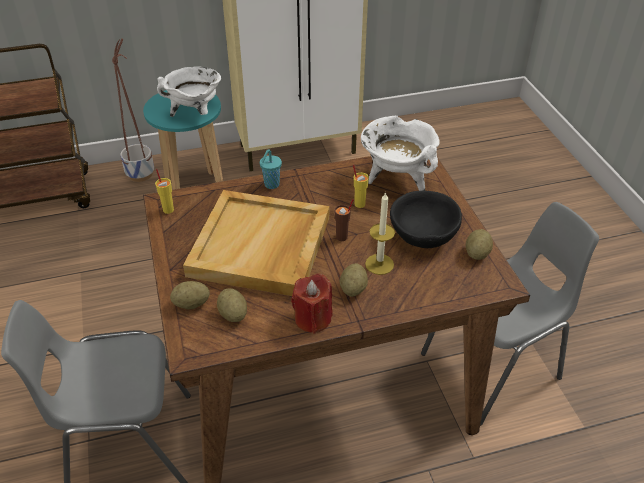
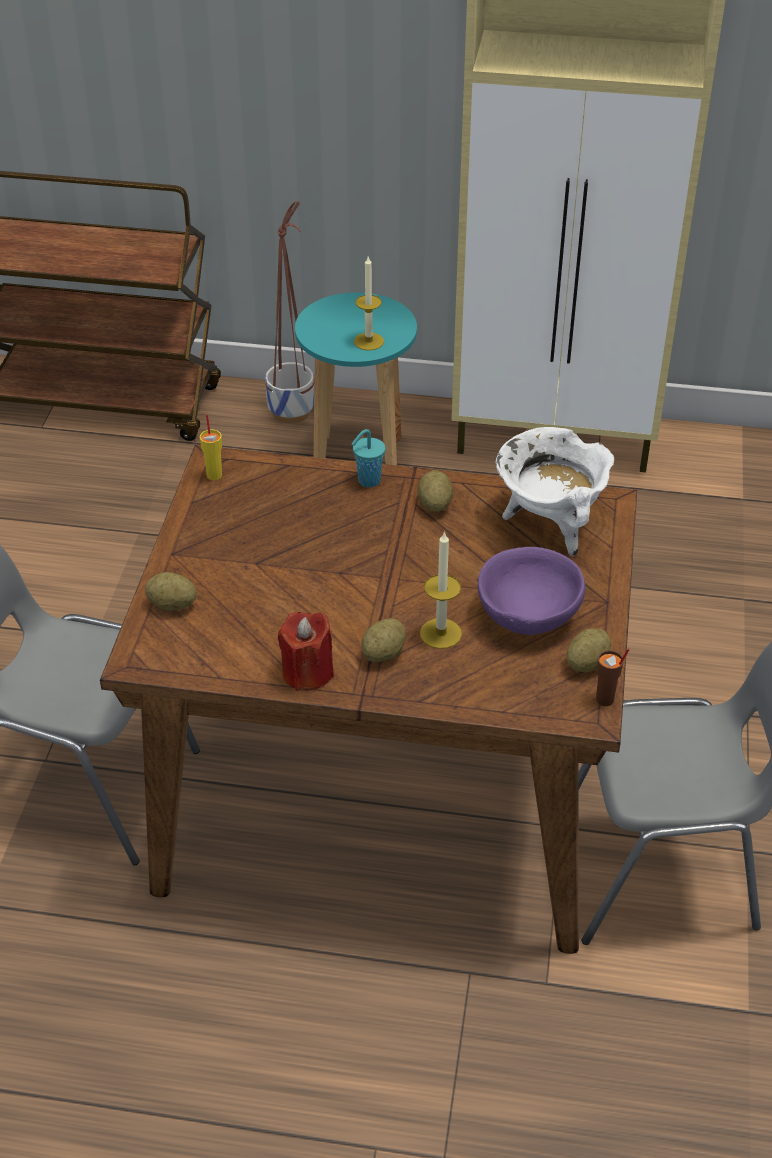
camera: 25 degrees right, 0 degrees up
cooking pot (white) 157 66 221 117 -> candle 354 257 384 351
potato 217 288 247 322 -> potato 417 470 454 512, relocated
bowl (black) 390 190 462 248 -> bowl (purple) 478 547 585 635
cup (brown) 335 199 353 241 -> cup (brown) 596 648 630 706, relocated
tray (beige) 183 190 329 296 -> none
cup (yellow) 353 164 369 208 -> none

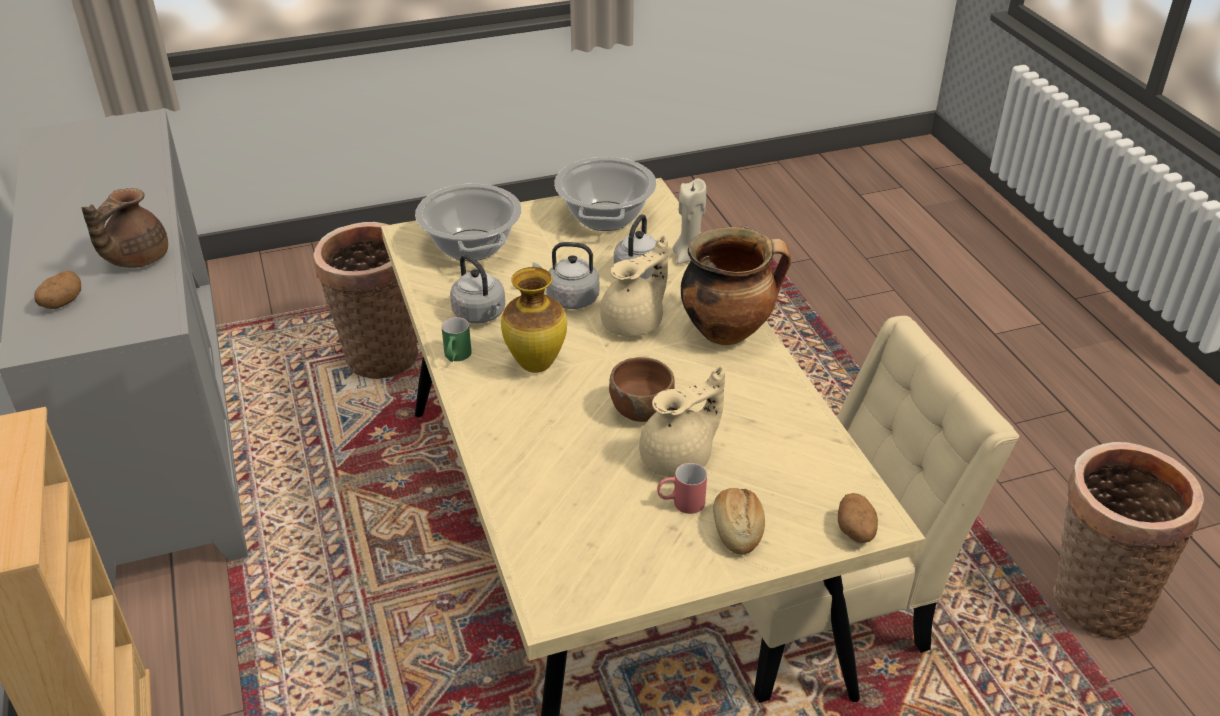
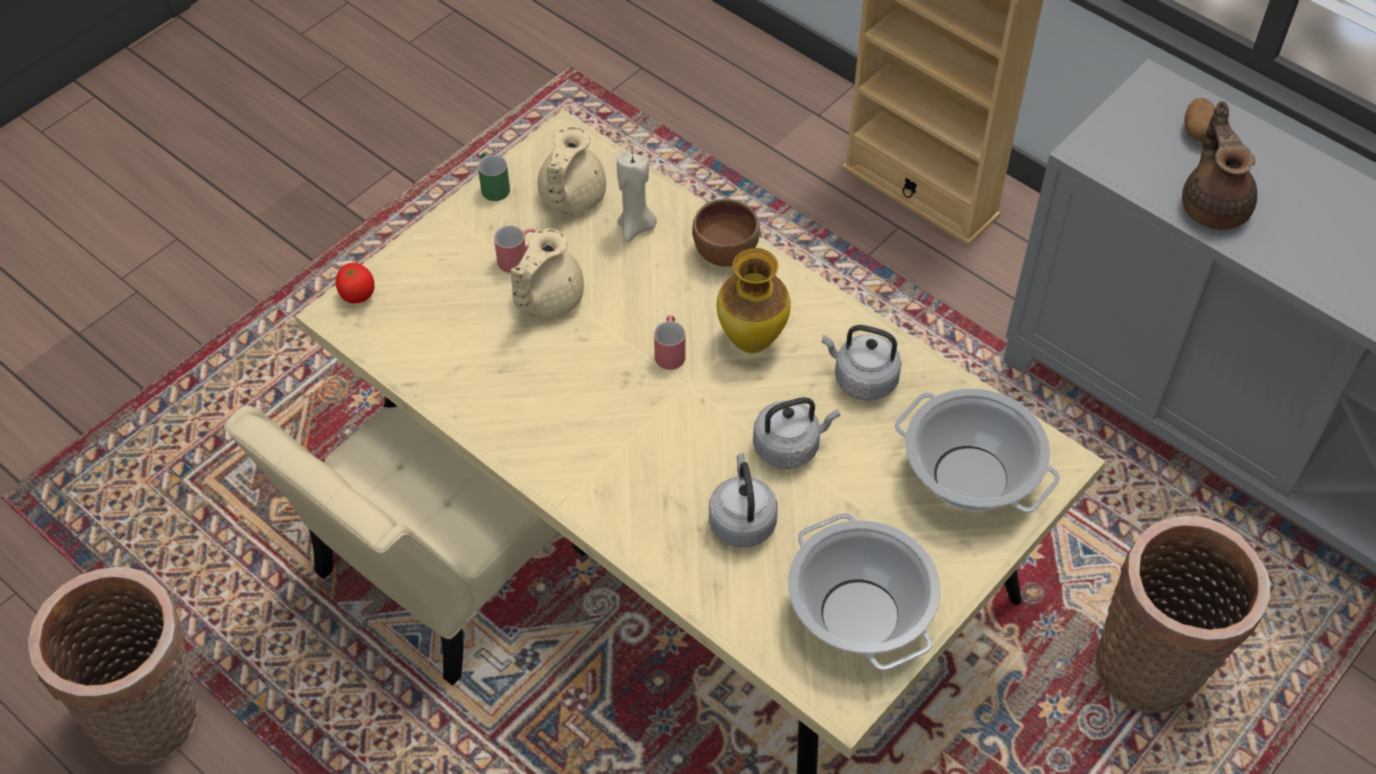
camera: 150 degrees right, 15 degrees up
potato 838 493 878 543 -> tomato 336 263 375 303
mug (green) 441 317 472 362 -> mug (green) 478 152 510 201, relocated
teapot (beige) 600 235 668 337 -> teapot (beige) 538 127 606 214, relocated
candle (beige) 673 178 706 264 -> candle (beige) 617 151 657 242, relocated
none -> mug (red) 654 315 686 370
bowl (brown) 609 357 675 422 -> bowl (brown) 692 198 760 266, relocated
cooking pot 681 227 791 345 -> none
bread 713 488 765 555 -> none

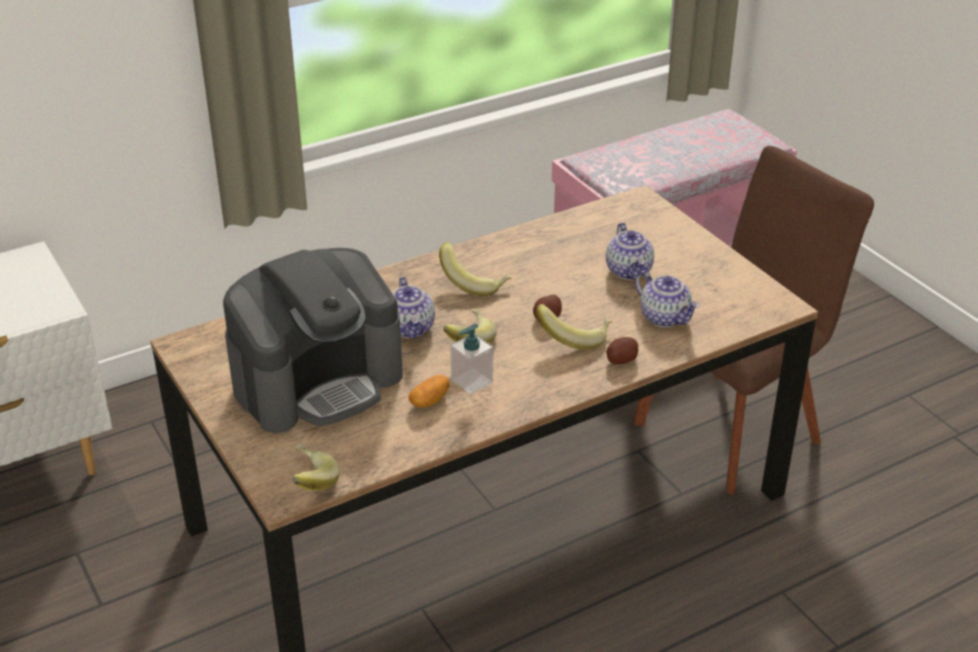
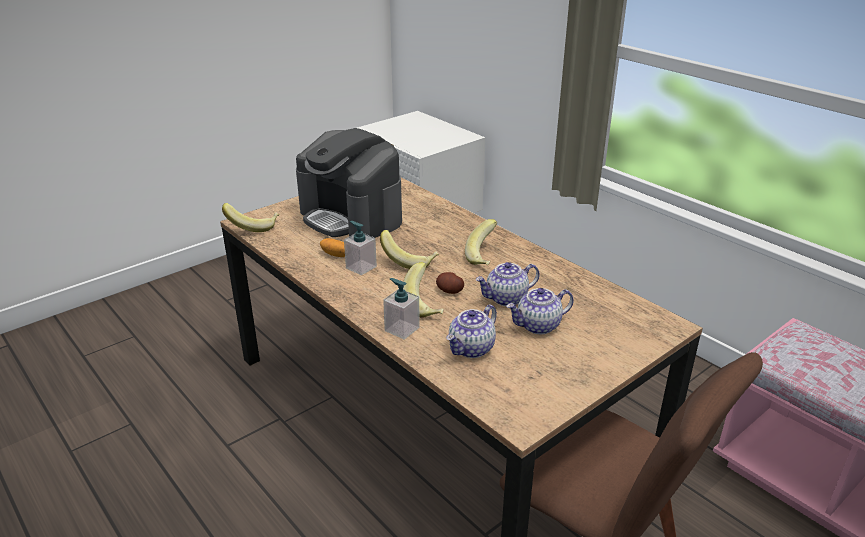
camera: 80 degrees right, 5 degrees down
potato 606 337 638 364 -> soap dispenser 383 278 420 340
teapot 392 277 435 339 -> teapot 475 262 540 306, relocated

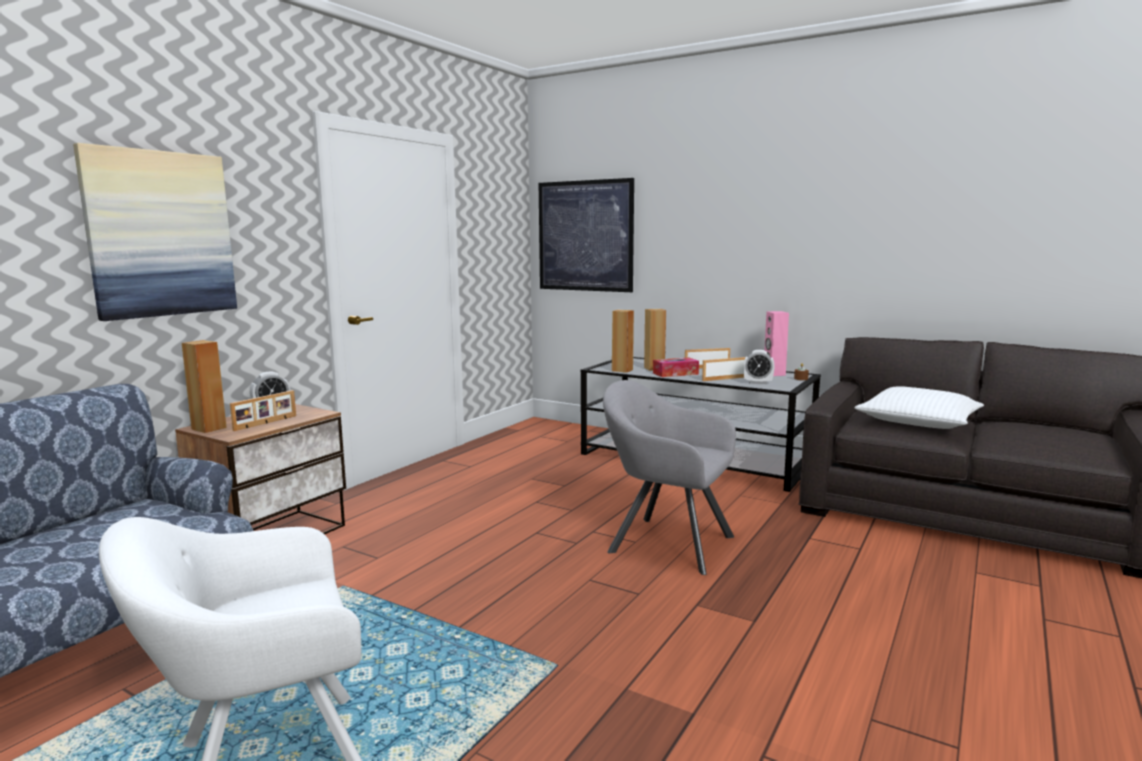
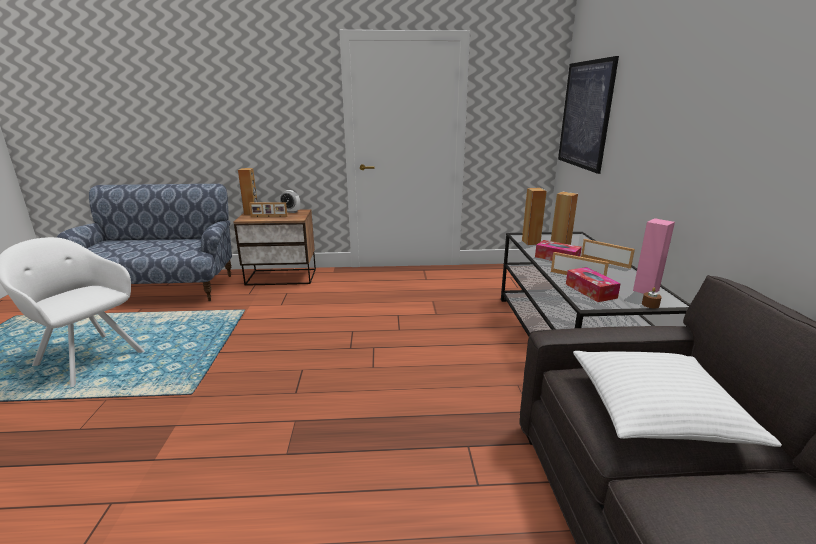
camera: 55 degrees right, 10 degrees up
alarm clock 743 350 775 384 -> tissue box 566 267 621 302
picture 73 143 237 321 -> none
armchair (grey) 603 380 736 575 -> none

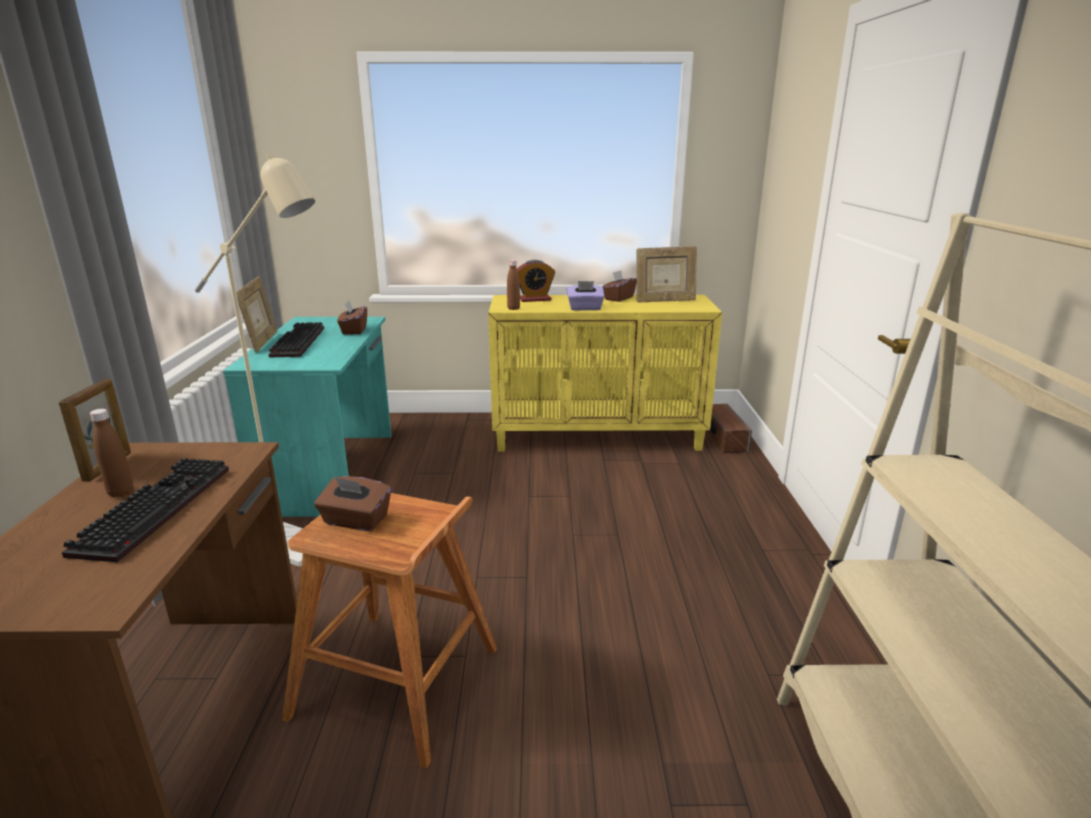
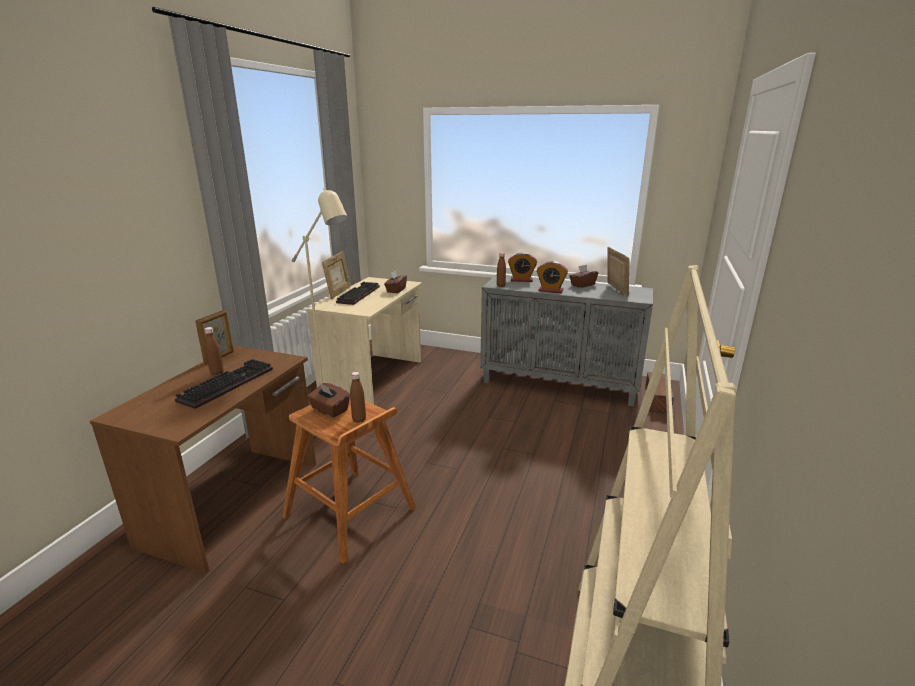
camera: 20 degrees right, 0 degrees up
desk (turquoise) 223 317 391 517 -> desk (beige) 307 277 422 404
none -> bottle (brown) 350 372 366 423
cabinet (yellow) 488 295 722 451 -> cabinet (grey) 480 274 653 407
tissue box (purple) 566 281 605 311 -> alarm clock 537 261 568 293
picture frame 636 246 697 302 -> picture frame 607 247 630 297, 120 degrees counterclockwise

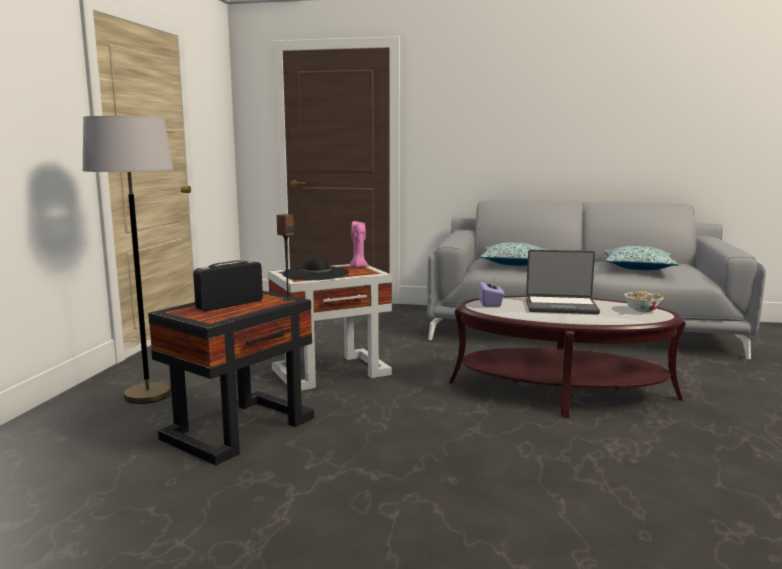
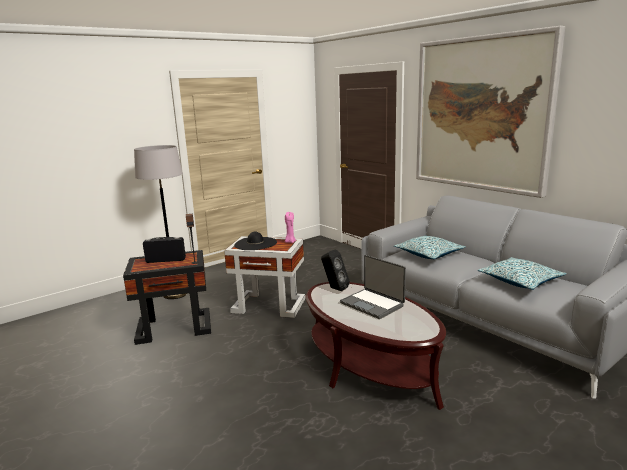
camera: 40 degrees right, 5 degrees up
tissue box (purple) 478 277 504 307 -> speaker (black) 321 250 350 291
none -> picture 416 26 565 198
bowl 624 291 668 313 -> none

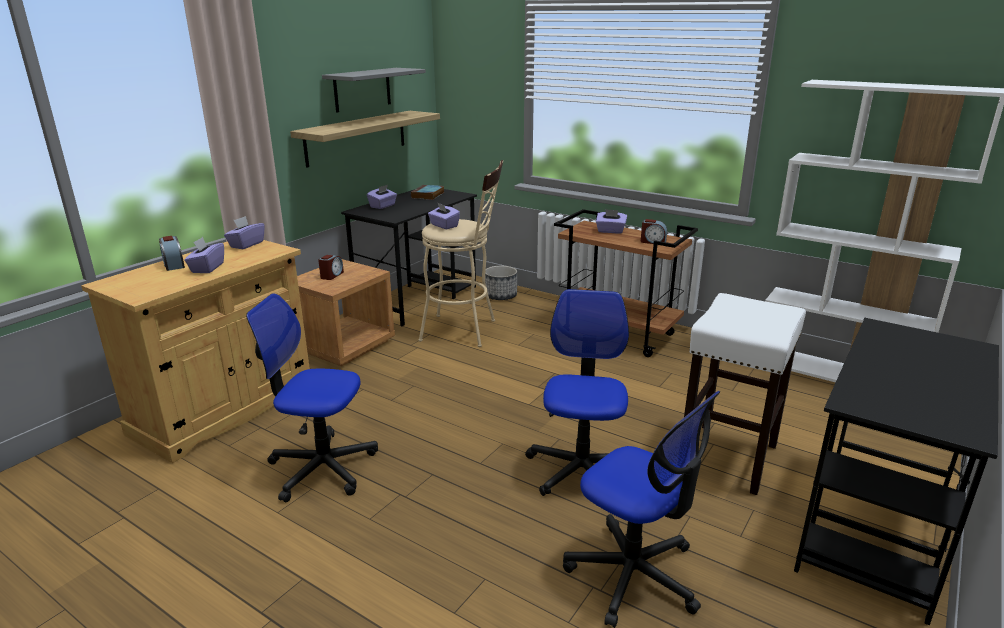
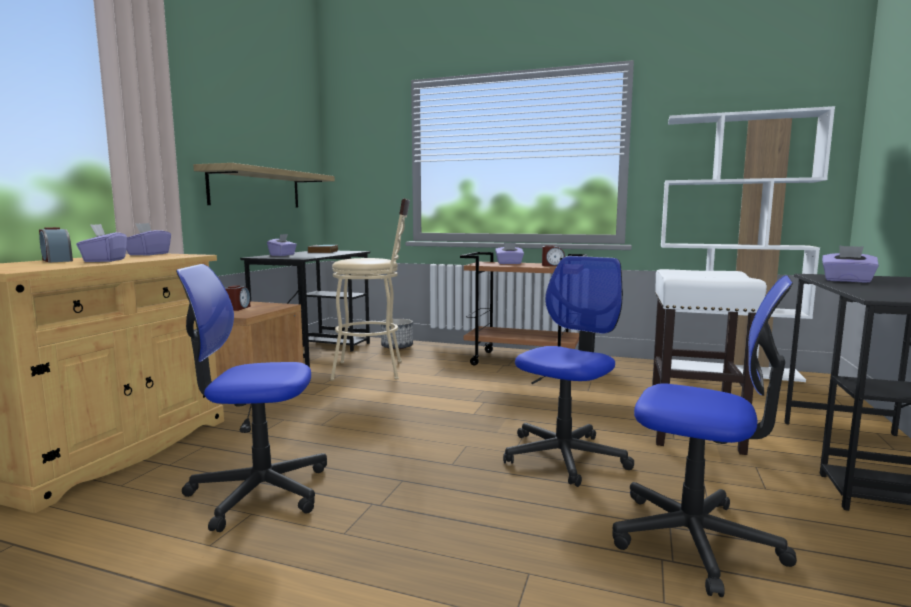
camera: 15 degrees left, 15 degrees down
office chair 525 289 629 496 -> office chair 503 256 634 487, 45 degrees clockwise
tissue box (purple) 428 203 460 229 -> tissue box (purple) 822 245 879 283, relocated
shelf (grey) 322 68 426 113 -> none

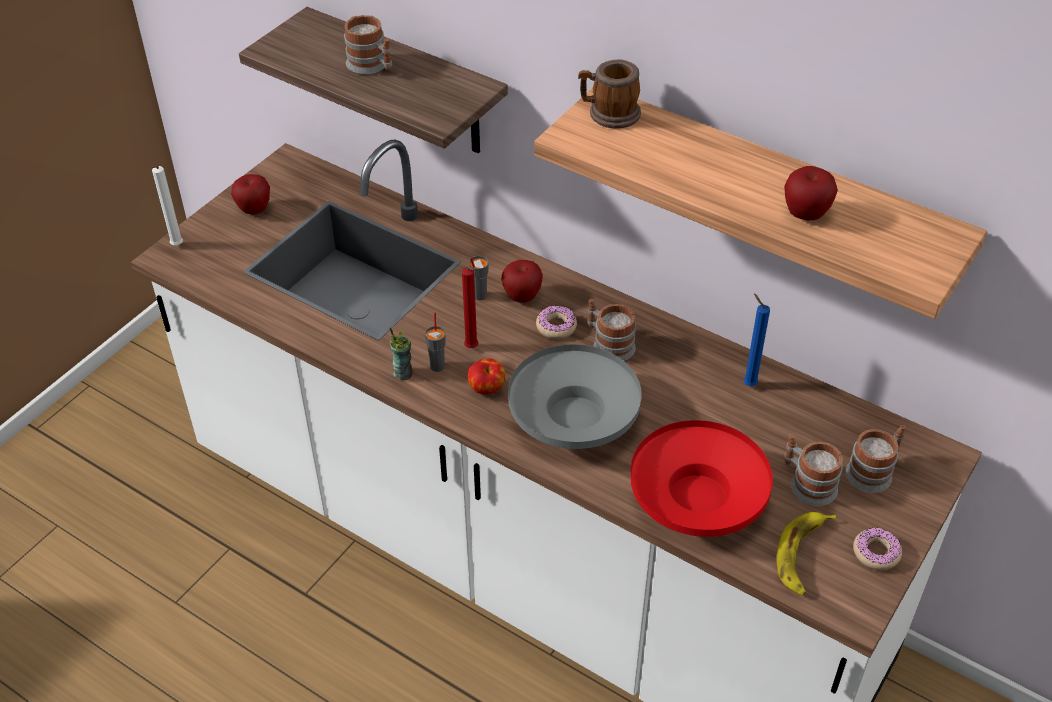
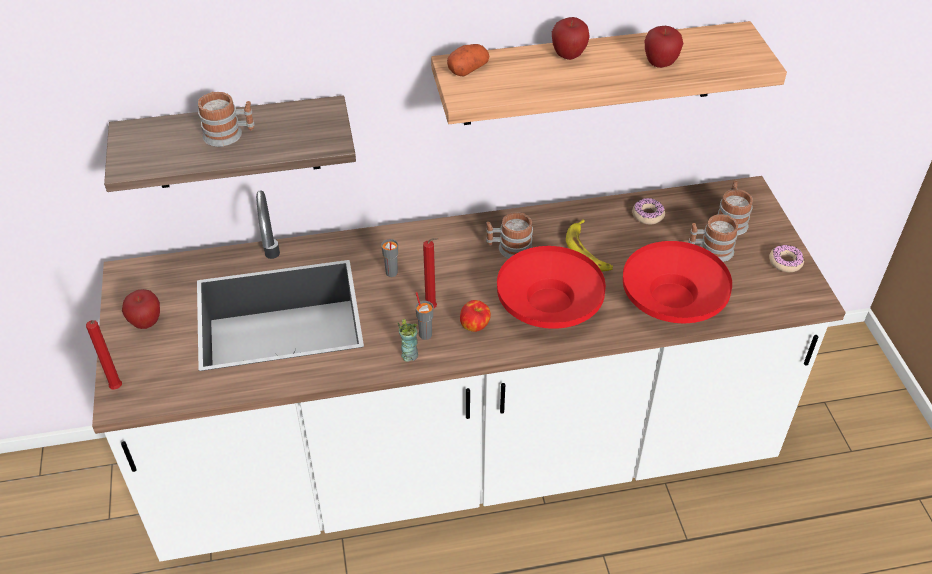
camera: 45 degrees left, 0 degrees up
candle (white) 152 166 183 245 -> candle (red) 86 320 122 390
mug 578 60 641 129 -> potato 447 44 489 76
bowl (grey) 508 344 642 449 -> bowl (red) 497 246 606 329
apple 501 260 543 303 -> apple 552 17 590 60, relocated
banana 776 512 836 596 -> banana 566 219 613 271, relocated
donut 536 306 577 339 -> donut 632 198 665 224, relocated
candle (blue) 743 294 770 386 -> none

